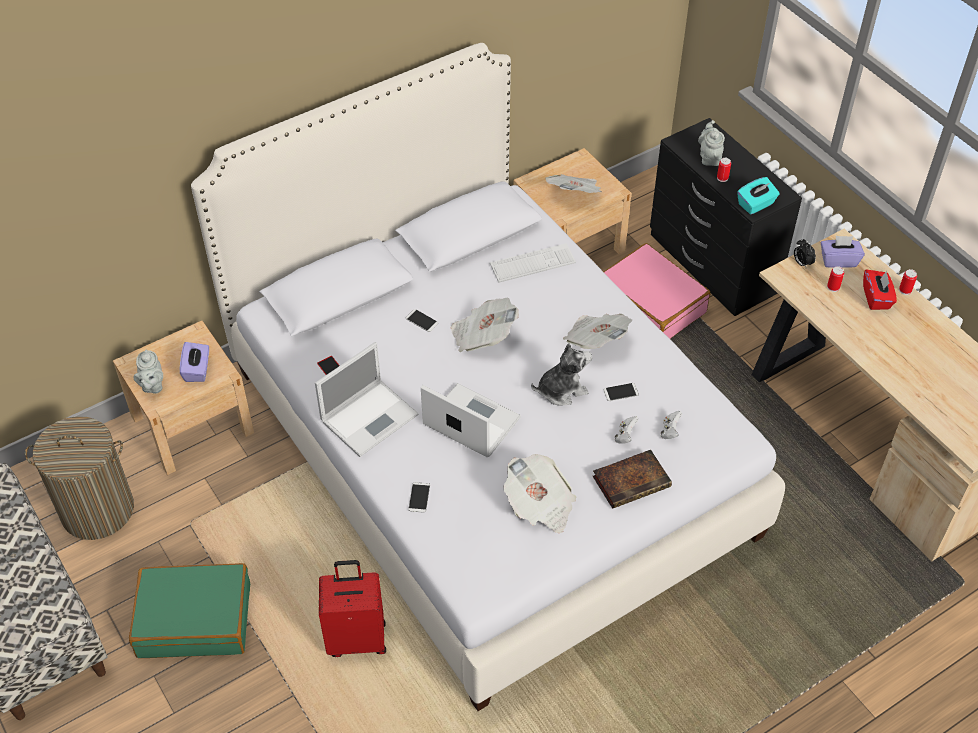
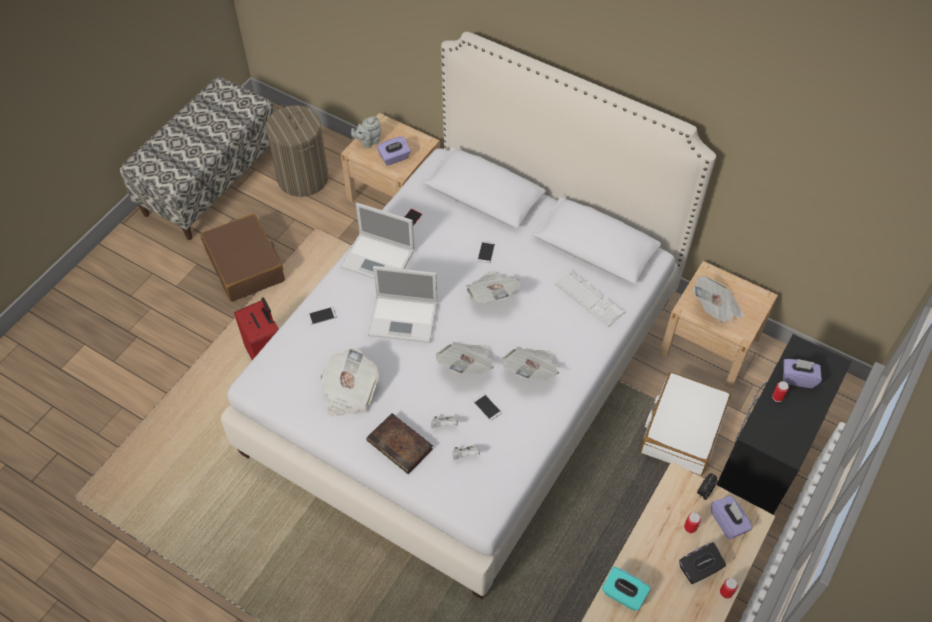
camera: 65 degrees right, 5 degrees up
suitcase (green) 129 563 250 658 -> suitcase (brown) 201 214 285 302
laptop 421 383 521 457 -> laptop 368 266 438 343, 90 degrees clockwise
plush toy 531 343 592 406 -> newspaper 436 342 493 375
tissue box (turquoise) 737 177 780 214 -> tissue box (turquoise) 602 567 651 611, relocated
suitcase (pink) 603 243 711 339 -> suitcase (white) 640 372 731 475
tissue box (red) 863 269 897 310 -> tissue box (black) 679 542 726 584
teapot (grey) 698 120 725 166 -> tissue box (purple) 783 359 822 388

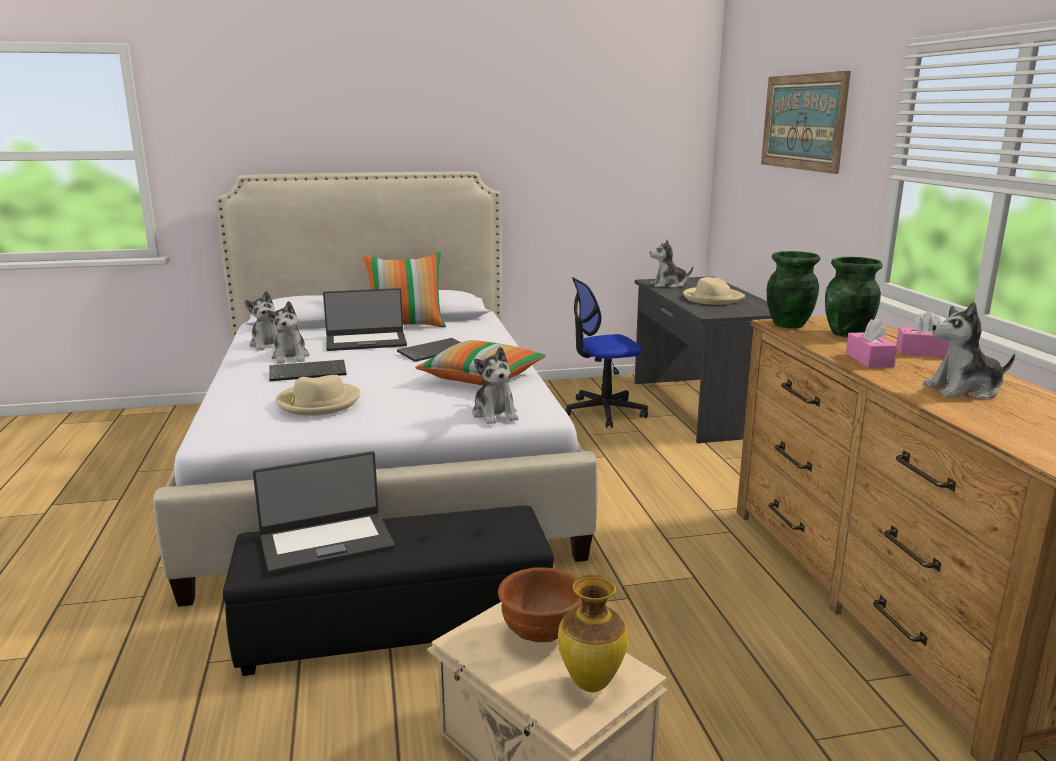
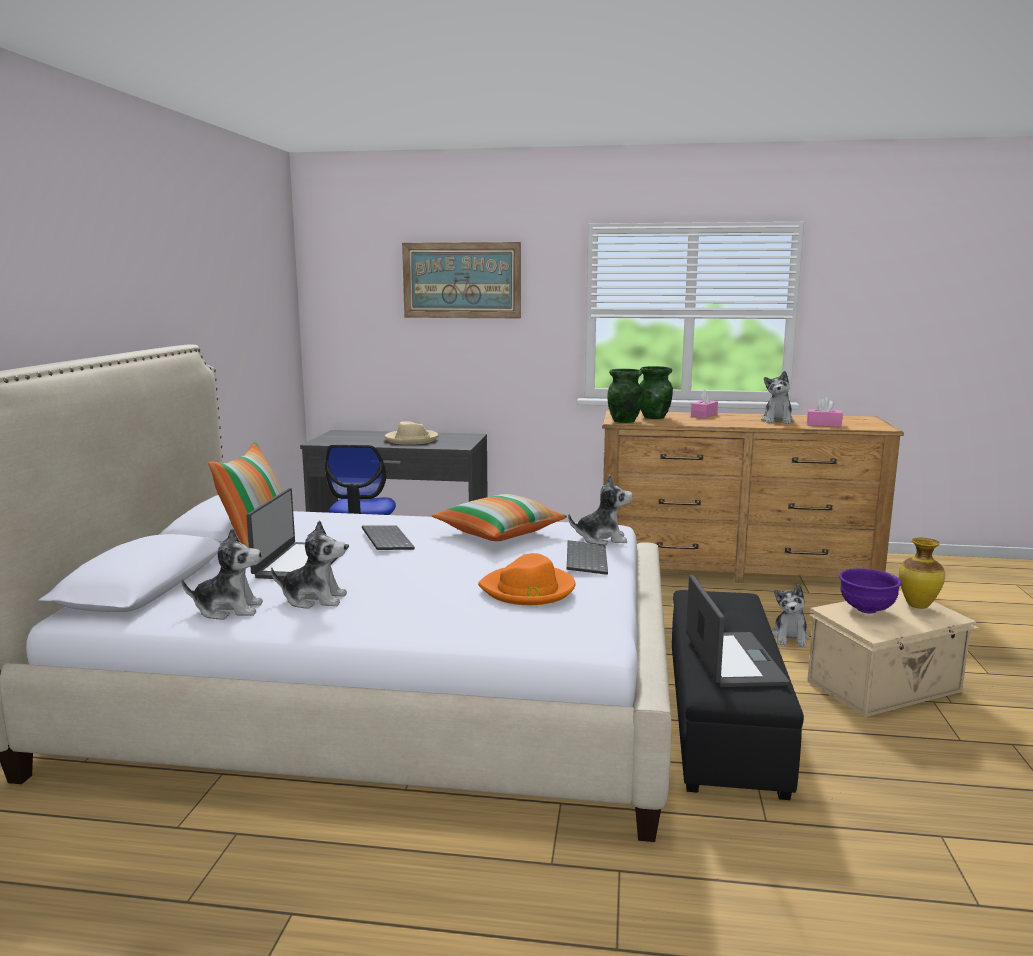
camera: 70 degrees left, 5 degrees down
hat (beige) 276 375 361 416 -> hat (orange) 478 553 575 605
keyboard 269 360 347 381 -> keyboard 567 540 608 575, relocated
plush toy 650 239 693 288 -> plush toy 772 584 810 647, relocated
tissue box (pink) 846 318 897 368 -> tissue box (pink) 807 397 843 427, relocated
bowl (brown) 498 568 582 642 -> bowl (purple) 839 568 902 614

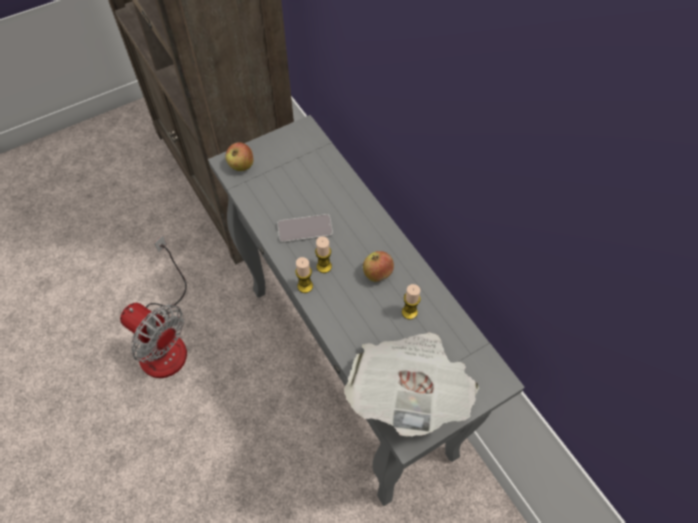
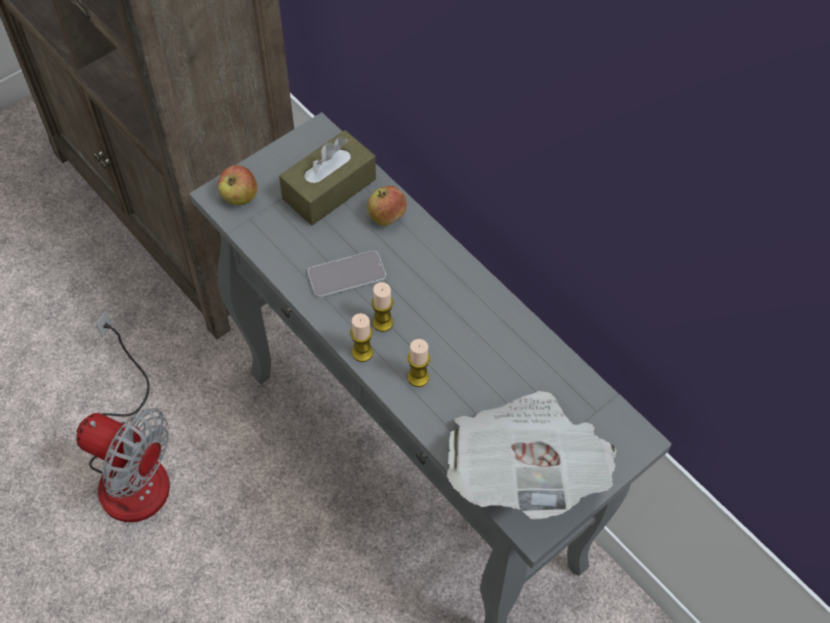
camera: 10 degrees left, 0 degrees up
none -> tissue box (brown) 279 130 376 225
apple 363 251 394 282 -> apple 367 186 407 226, relocated
candle 402 284 421 320 -> candle 408 339 430 387, relocated

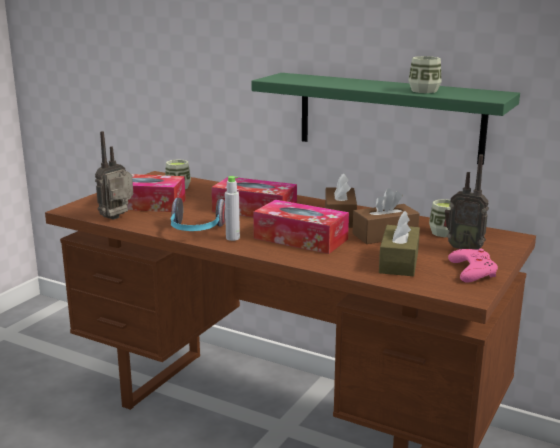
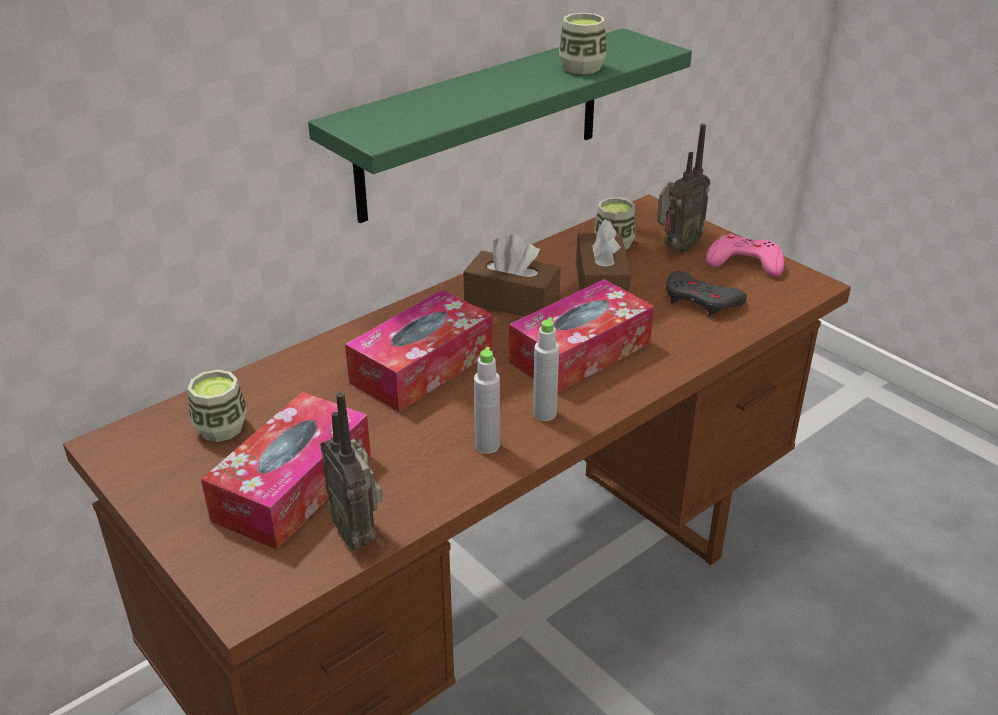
camera: 70 degrees left, 15 degrees up
headphones 170 198 225 231 -> bottle (grey) 474 347 500 454
tissue box (brown) 379 211 420 276 -> game controller (grey) 666 271 747 317

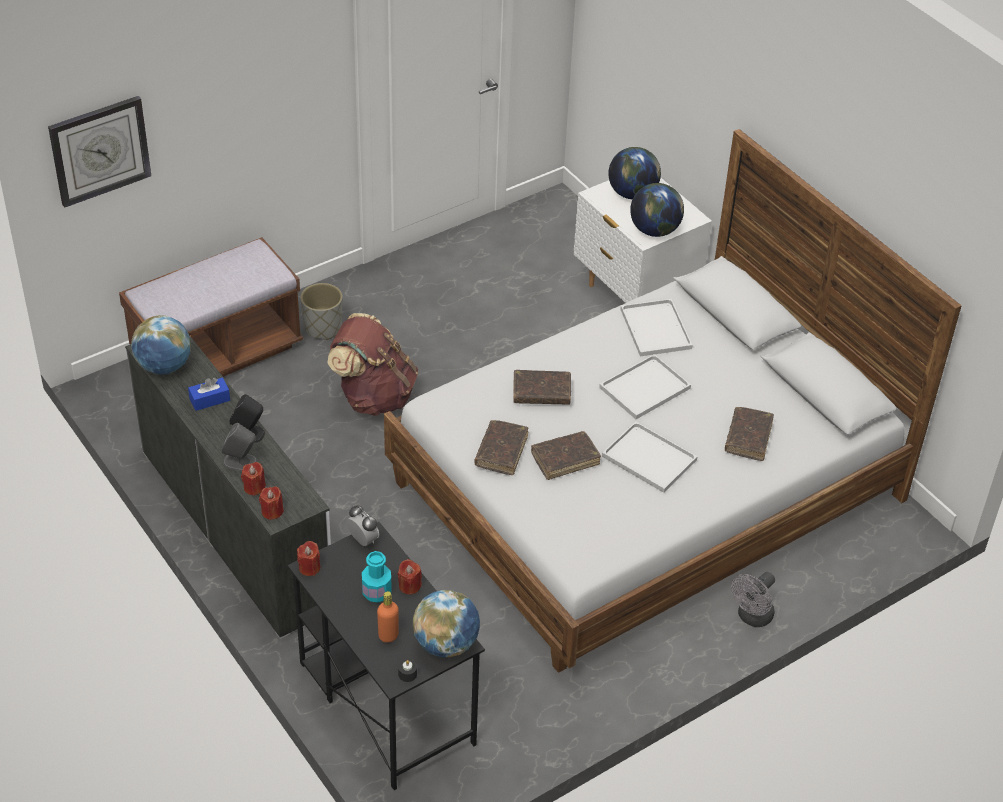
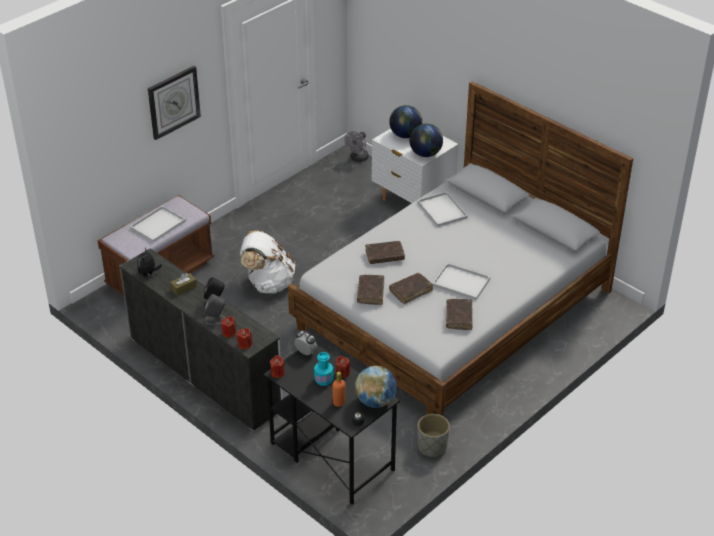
camera: 10 degrees left, 5 degrees down
tray (white) 599 354 691 419 -> tray (white) 130 206 186 243, relocated
globe 131 315 191 375 -> plush toy 137 248 162 276
wall clock 48 96 151 208 -> wall clock 148 66 201 140, relocated
tissue box (blue) 188 377 230 411 -> tissue box (brown) 170 273 197 296
backpack (brown) 327 313 418 416 -> backpack (white) 240 231 295 293
fan (grey) 731 572 775 627 -> fan (grey) 344 131 369 162, relocated
planter (grey) 300 283 342 340 -> planter (grey) 418 414 450 457, relocated
book (brown) 725 407 774 461 -> book (brown) 446 299 473 330, relocated

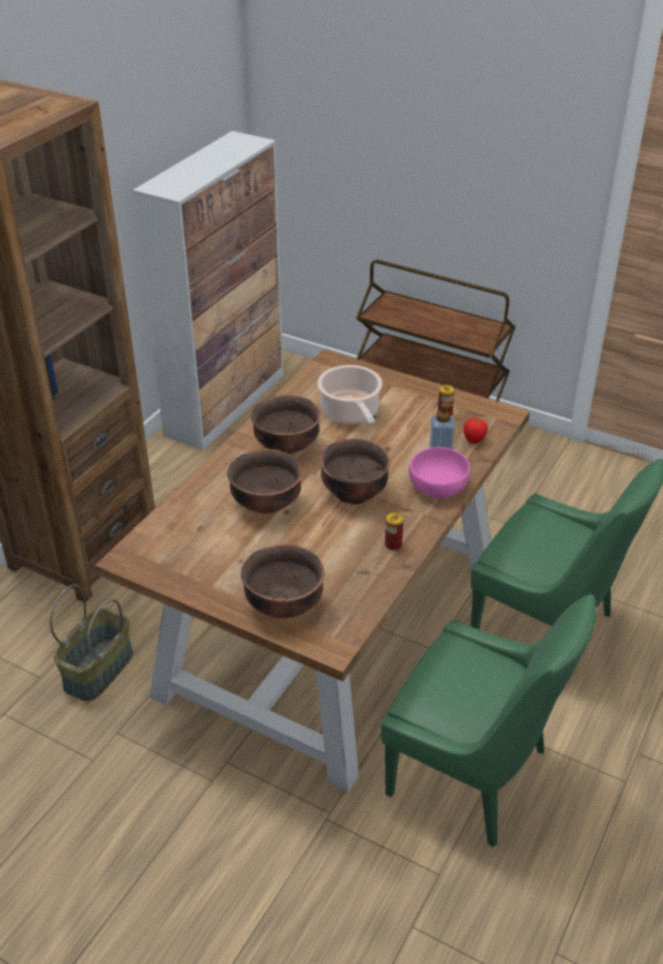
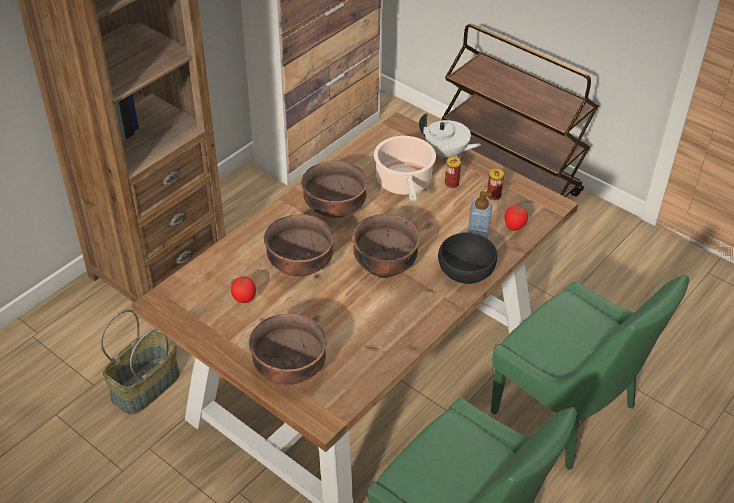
camera: 10 degrees right, 5 degrees up
none -> tomato 231 277 256 303
none -> teapot (white) 419 113 481 160
bowl (pink) 409 447 470 498 -> bowl (black) 438 232 497 284
can 385 512 403 551 -> can 445 157 461 189, relocated

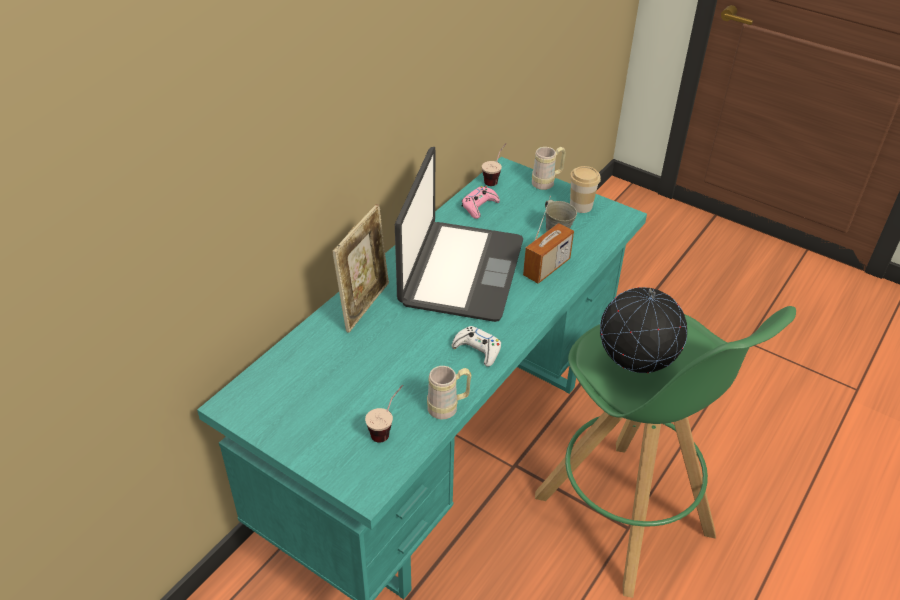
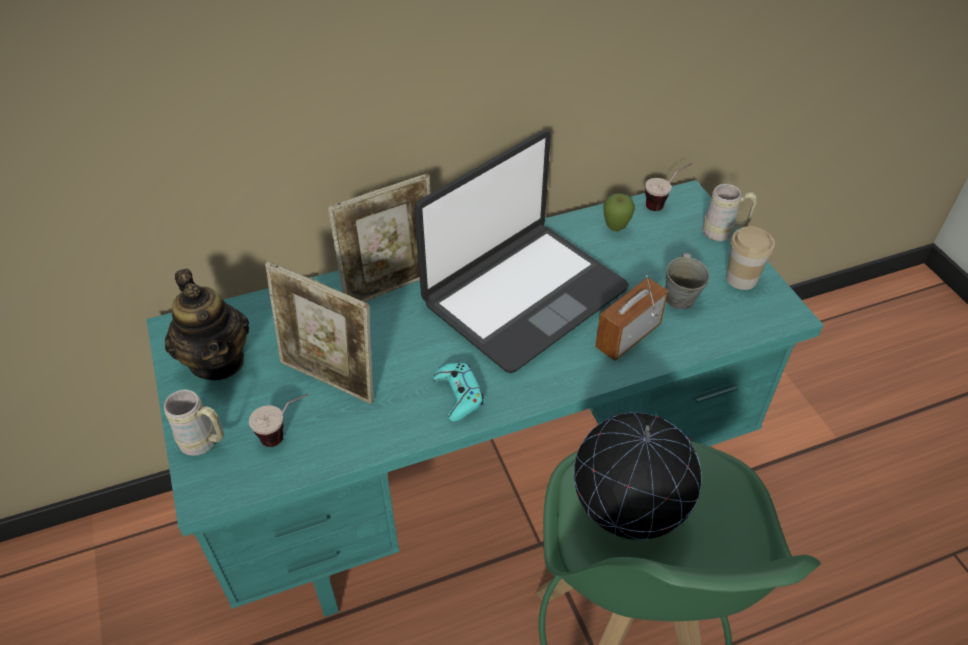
camera: 35 degrees right, 5 degrees up
mug (beige) 427 366 471 419 -> mug (beige) 164 389 224 456, relocated
none -> teapot 165 269 249 380
none -> picture frame 265 262 374 404
game controller (white) 452 326 501 367 -> game controller (turquoise) 432 363 484 422
radio 523 196 574 284 -> radio 595 275 668 361, 150 degrees clockwise
game controller (pink) 462 186 500 219 -> apple 603 193 635 231

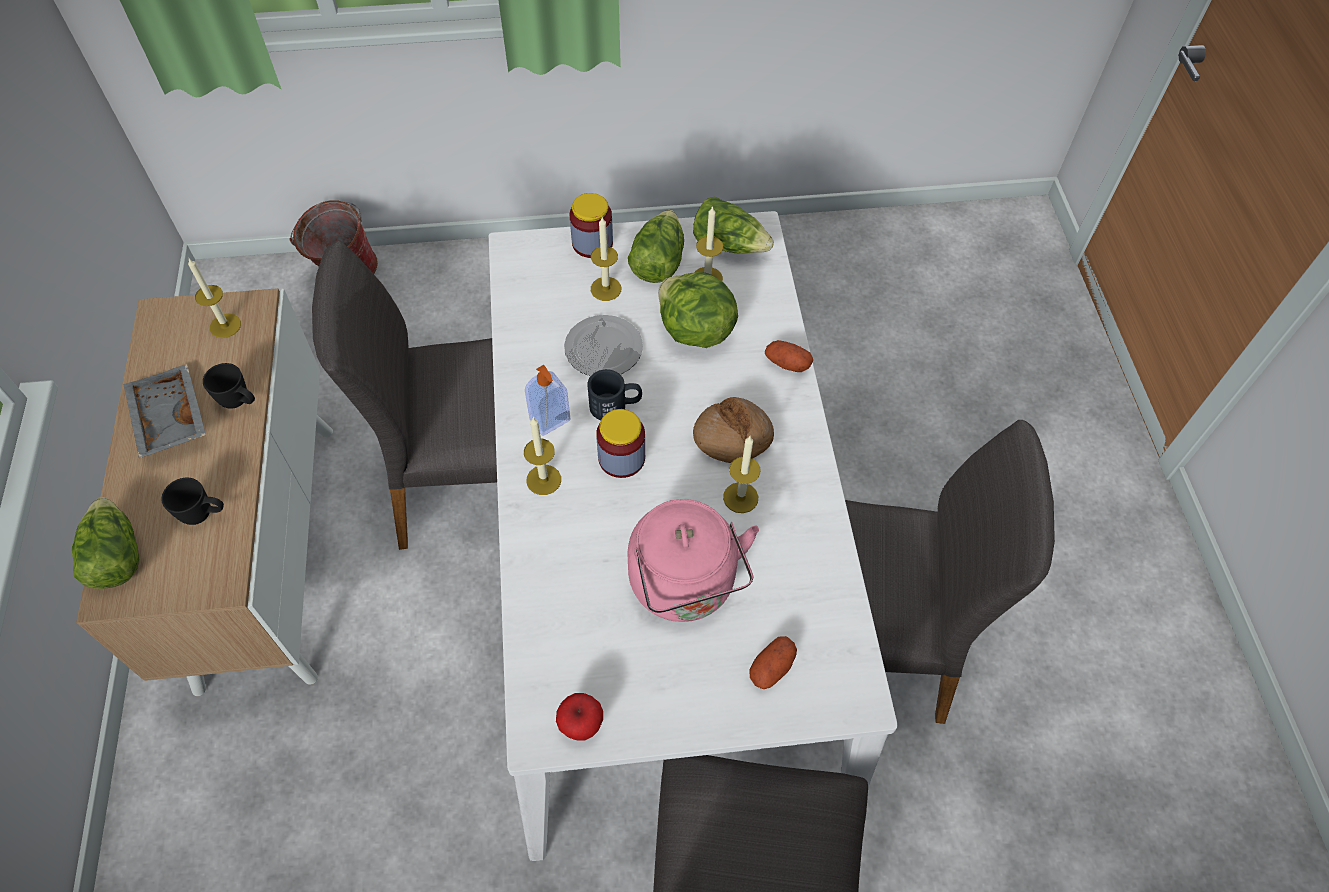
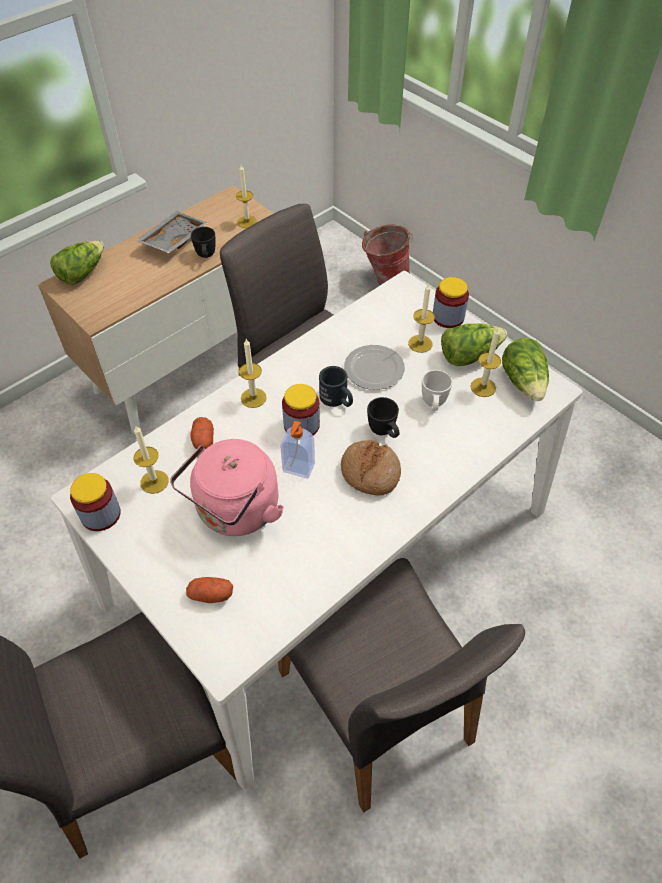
camera: 55 degrees right, 5 degrees down
apple 556 693 603 741 -> jar 70 473 121 531
candle 723 436 761 513 -> candle 134 425 169 494, relocated
potato 765 340 813 372 -> potato 191 417 214 449, relocated
soap dispenser 525 365 570 436 -> soap dispenser 280 421 315 478, relocated
mug (black) 161 478 224 525 -> mug (black) 367 397 400 438, relocated
lettuce 658 272 738 348 -> mug (white) 422 370 453 411

